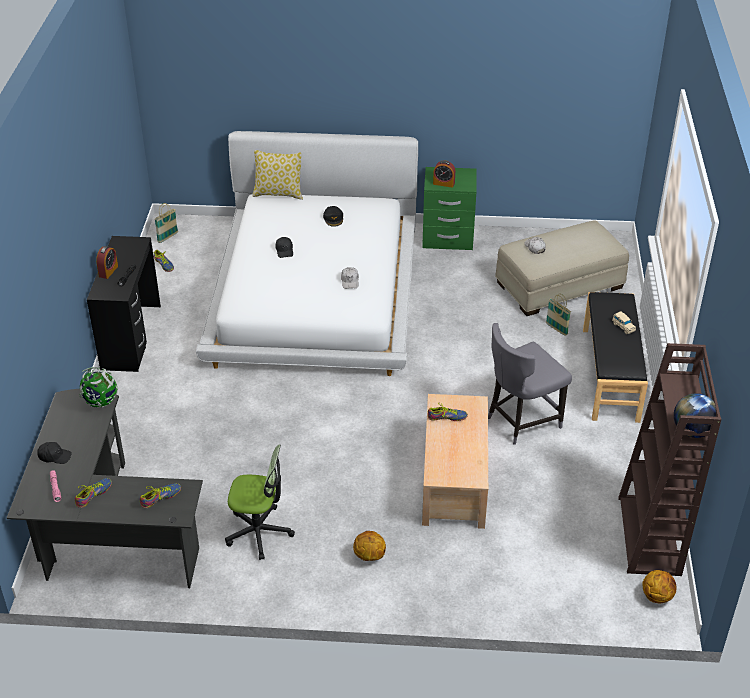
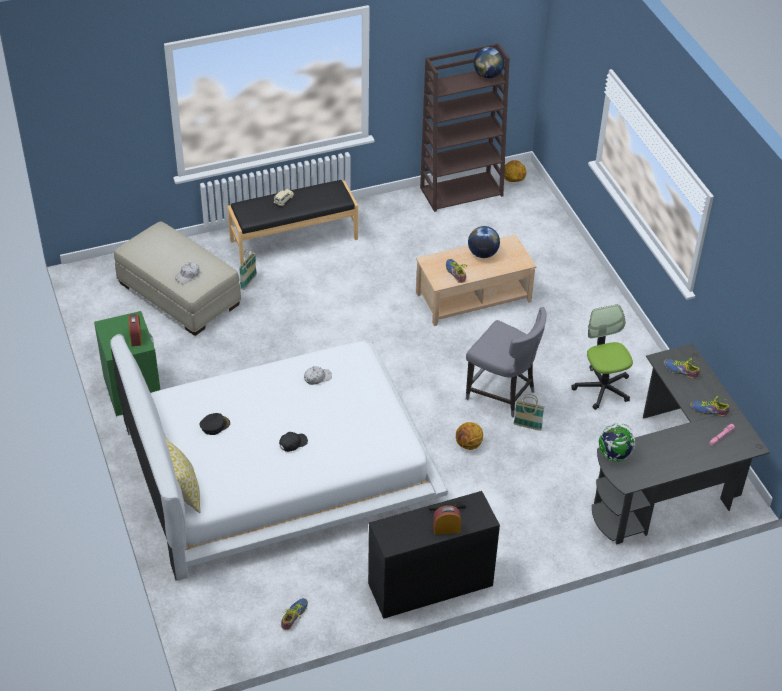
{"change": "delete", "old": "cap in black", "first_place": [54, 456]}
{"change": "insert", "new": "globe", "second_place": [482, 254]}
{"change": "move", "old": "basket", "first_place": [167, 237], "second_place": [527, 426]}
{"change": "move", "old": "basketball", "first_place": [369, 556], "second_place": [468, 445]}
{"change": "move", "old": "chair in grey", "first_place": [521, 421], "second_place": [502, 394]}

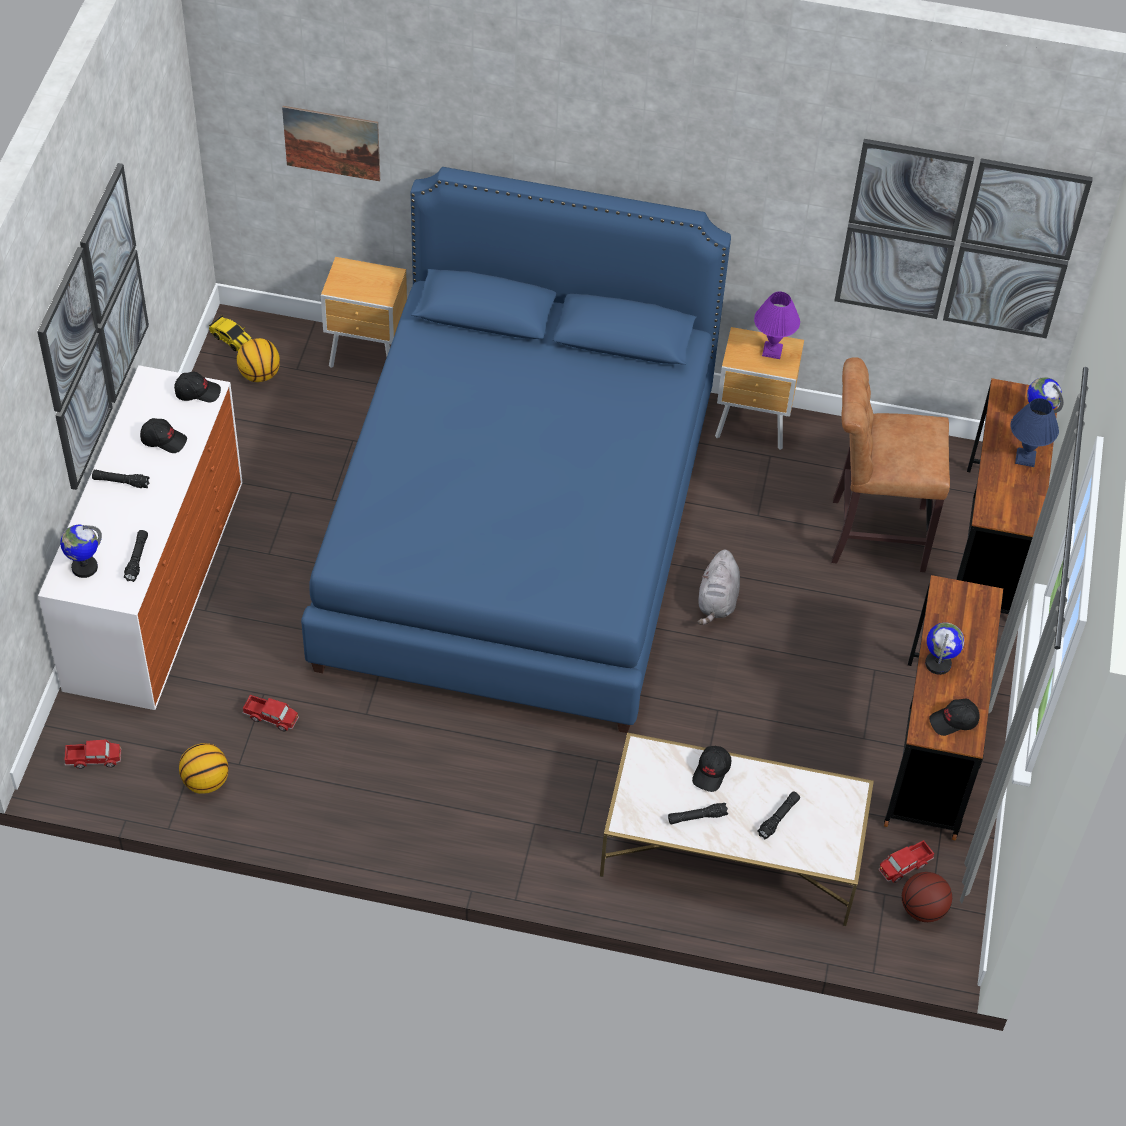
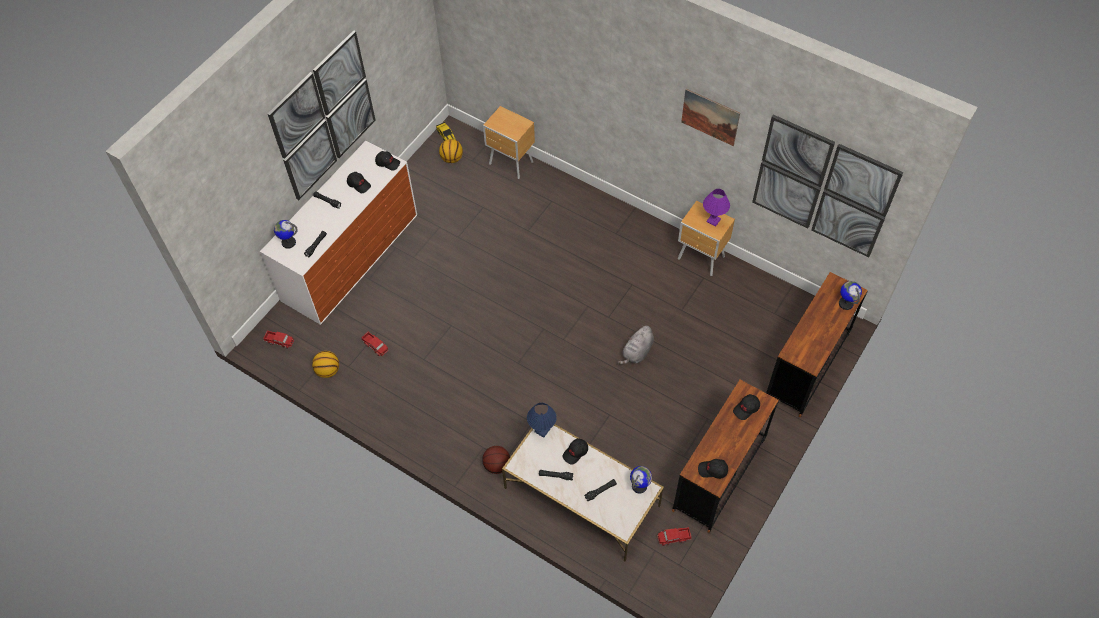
{"change": "delete", "old": "bed in blue", "first_place": [518, 529]}
{"change": "delete", "old": "stool in brown", "first_place": [871, 534]}
{"change": "insert", "new": "cap in black", "second_place": [746, 409]}
{"change": "move", "old": "picture", "first_place": [332, 143], "second_place": [710, 117]}
{"change": "move", "old": "basketball", "first_place": [923, 909], "second_place": [497, 465]}
{"change": "move", "old": "globe", "first_place": [938, 663], "second_place": [639, 486]}
{"change": "move", "old": "table lamp in blue", "first_place": [1026, 458], "second_place": [542, 430]}

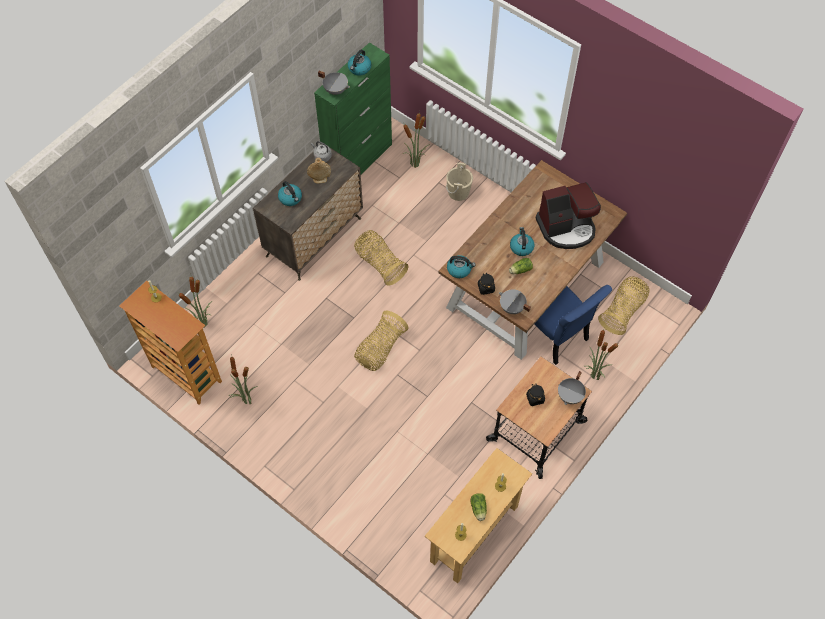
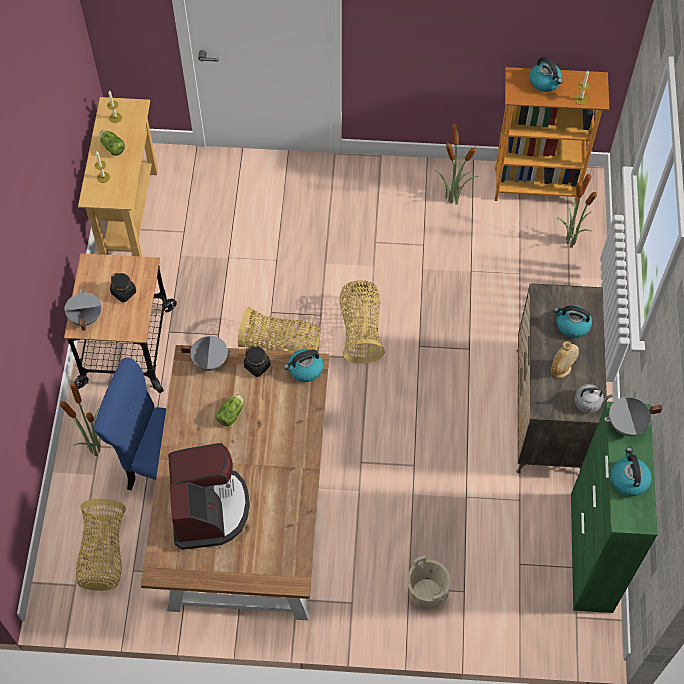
{"change": "delete", "old": "potted plant", "first_place": [415, 165]}
{"change": "move", "old": "basket", "first_place": [380, 264], "second_place": [281, 346]}
{"change": "move", "old": "kettle", "first_place": [521, 247], "second_place": [545, 82]}
{"change": "rotate", "old": "coffee machine", "first_place": [566, 228], "second_place": [208, 509], "degrees": 135}

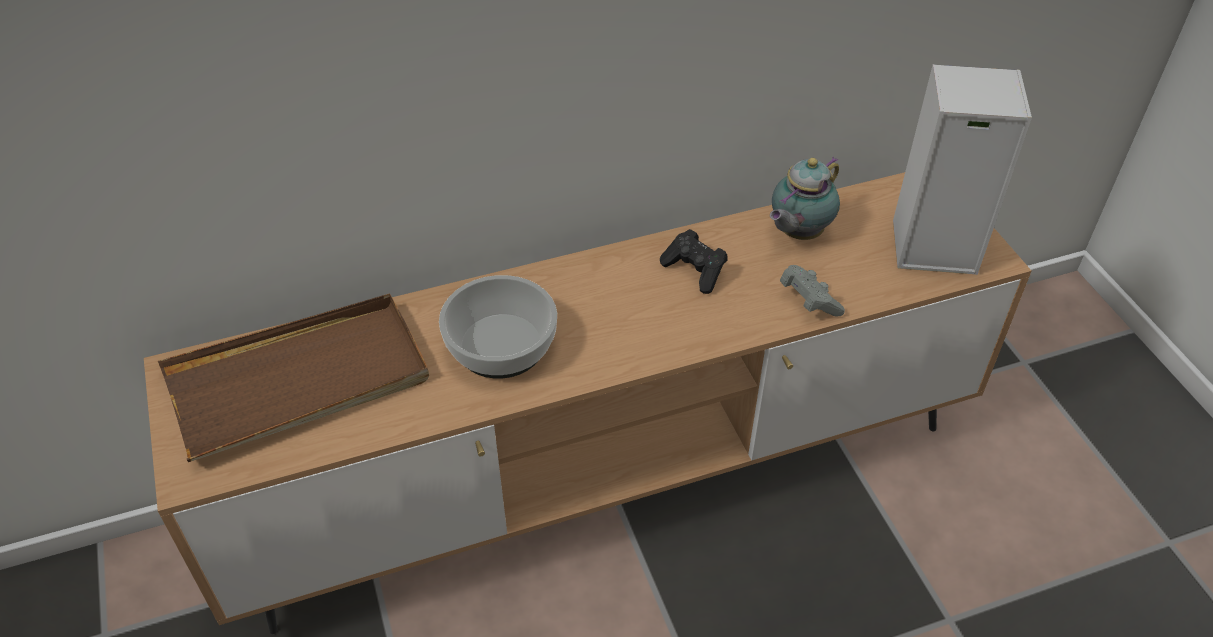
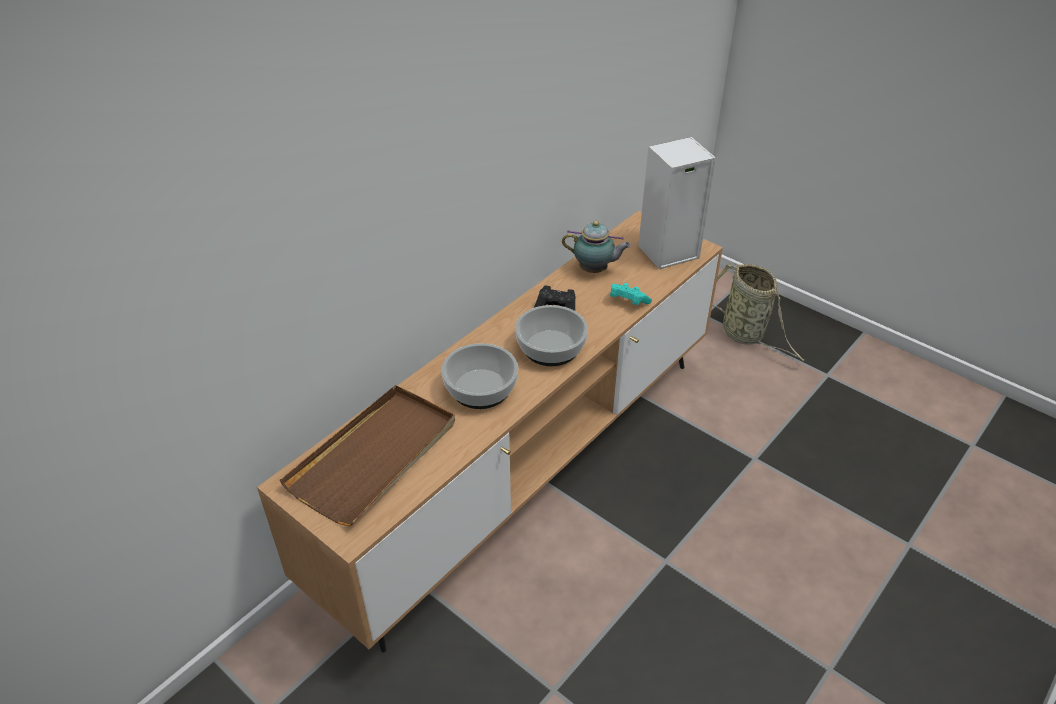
{"change": "insert", "new": "bowl", "second_place": [551, 347]}
{"change": "insert", "new": "basket", "second_place": [745, 335]}
{"change": "recolor", "old": "game controller in grey", "new": "game controller in turquoise", "first_place": [808, 301], "second_place": [627, 302]}
{"change": "rotate", "old": "teapot", "first_place": [797, 233], "second_place": [595, 270], "degrees": -90}

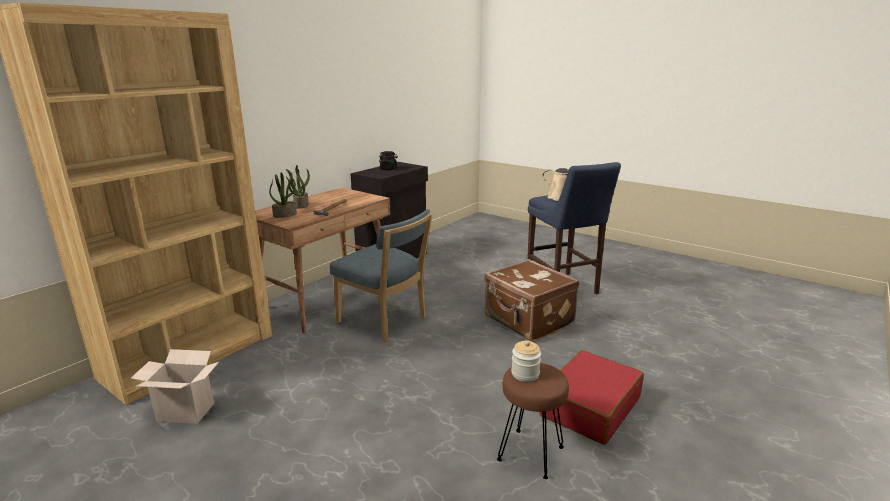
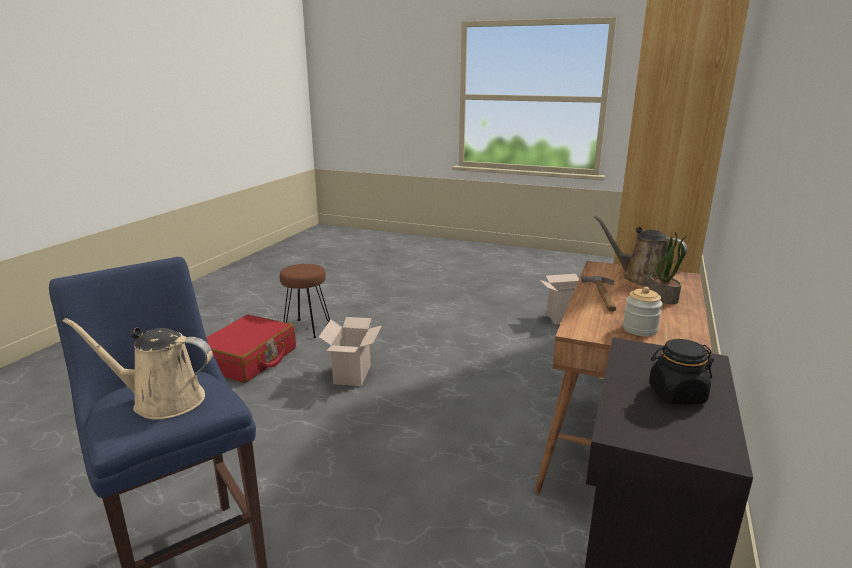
{"change": "delete", "old": "chair in blue", "first_place": [385, 321]}
{"change": "delete", "old": "suitcase in brown", "first_place": [528, 321]}
{"change": "insert", "new": "cardboard box", "second_place": [353, 375]}
{"change": "move", "old": "jar", "first_place": [525, 374], "second_place": [639, 329]}
{"change": "replace", "old": "potted plant", "new": "watering can in brown", "first_place": [285, 215], "second_place": [640, 278]}

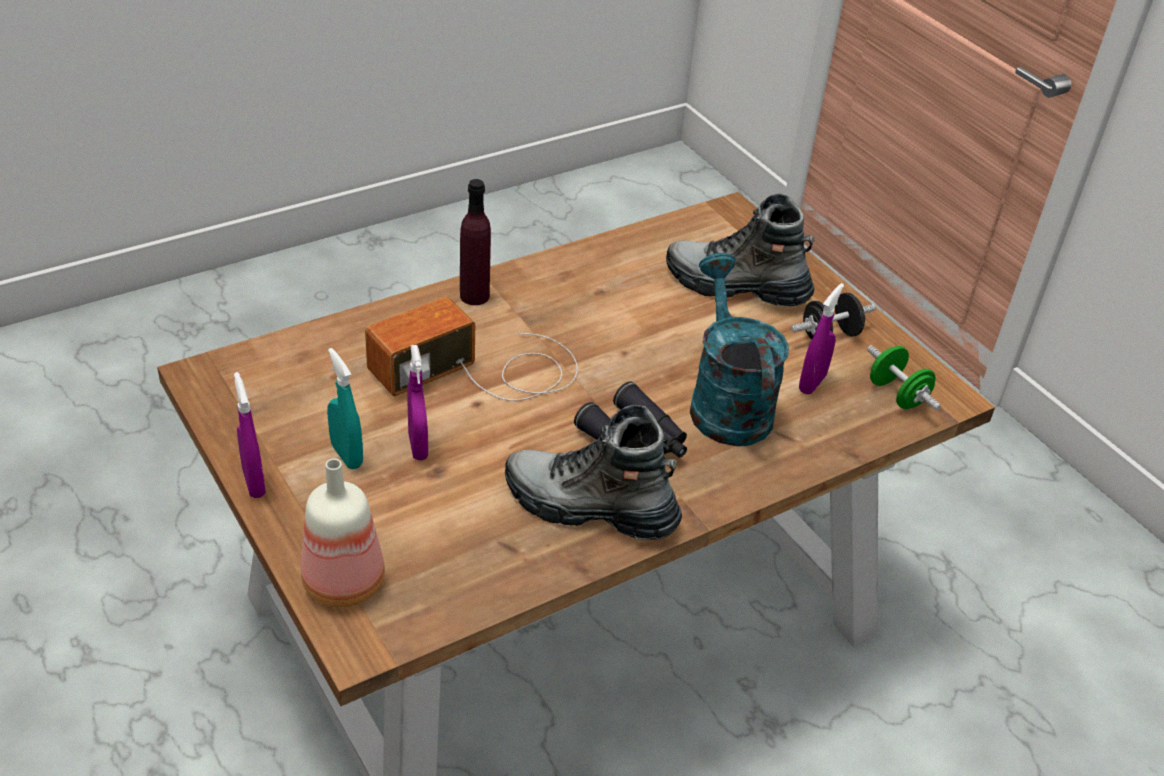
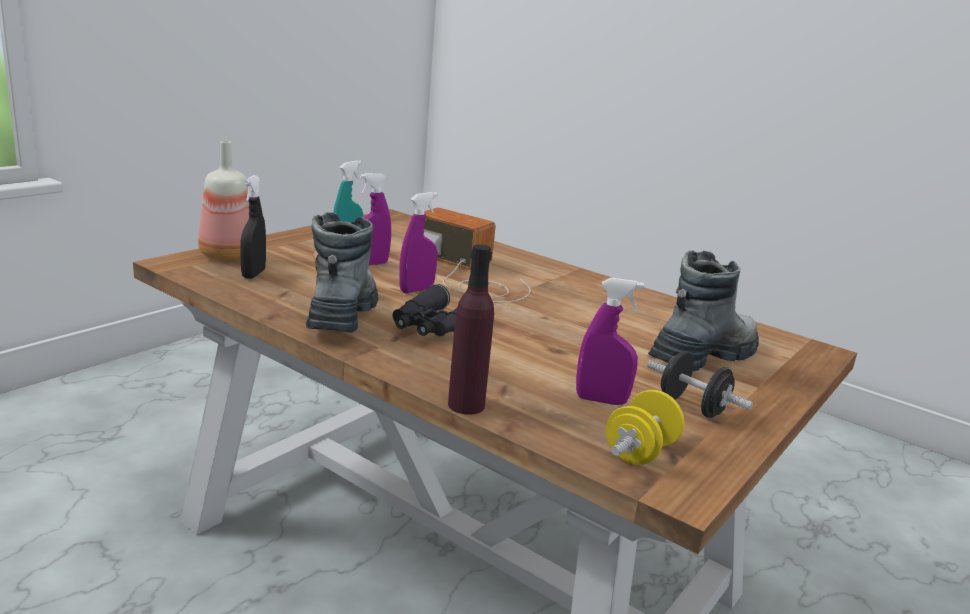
{"change": "delete", "old": "watering can in turquoise", "first_place": [726, 402]}
{"change": "insert", "new": "spray bottle in black", "second_place": [253, 274]}
{"change": "move", "old": "spray bottle in purple", "first_place": [254, 482], "second_place": [416, 290]}
{"change": "move", "old": "bottle in purple", "first_place": [474, 296], "second_place": [466, 405]}
{"change": "recolor", "old": "dumbbell in green", "new": "dumbbell in yellow", "first_place": [897, 395], "second_place": [640, 452]}
{"change": "rotate", "old": "boot", "first_place": [736, 286], "second_place": [703, 357], "degrees": 45}

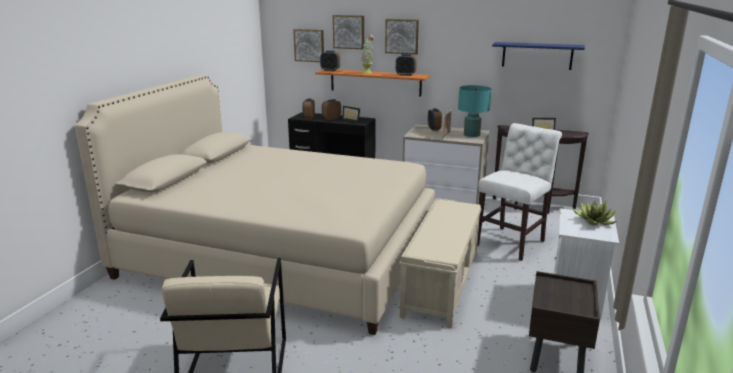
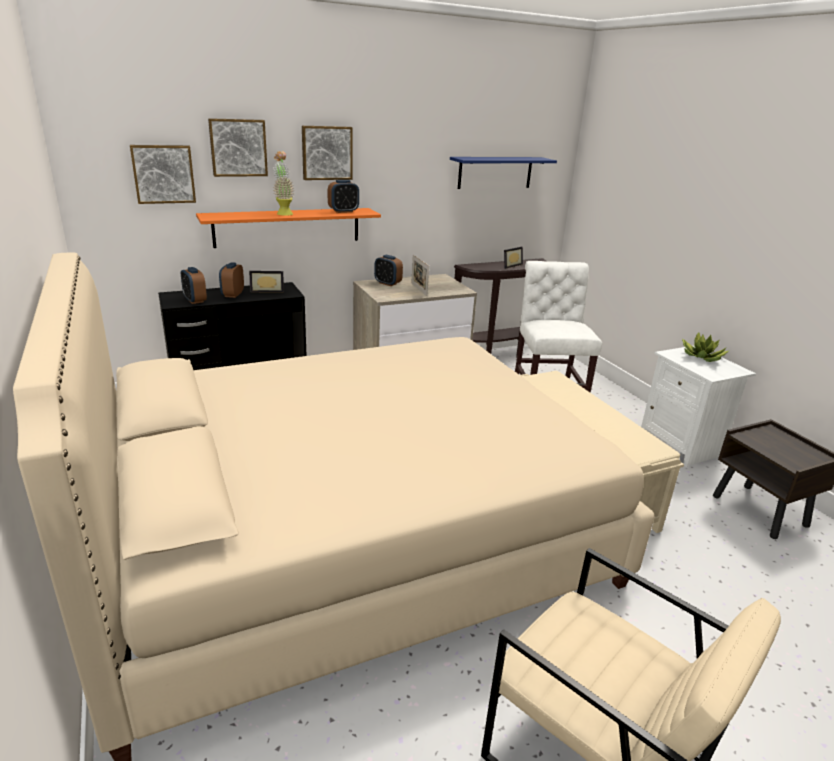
{"change": "delete", "old": "alarm clock", "first_place": [330, 70]}
{"change": "delete", "old": "table lamp in turquoise", "first_place": [471, 134]}

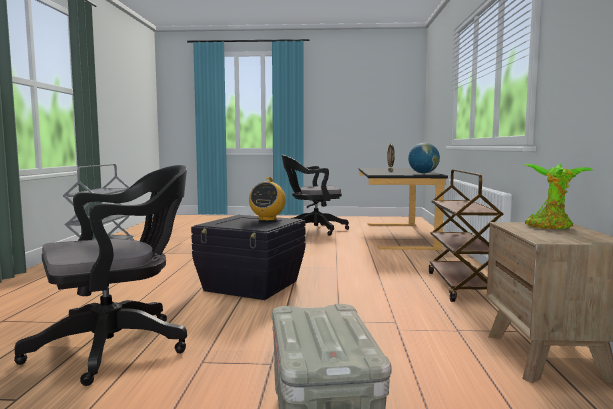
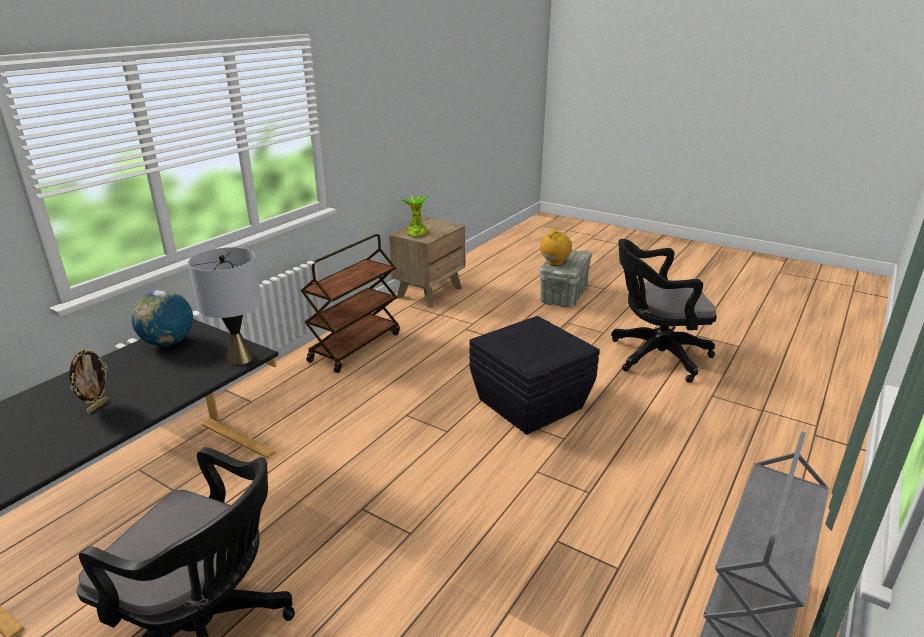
{"change": "insert", "new": "table lamp in grey", "second_place": [239, 358]}
{"change": "move", "old": "radio", "first_place": [267, 219], "second_place": [554, 262]}

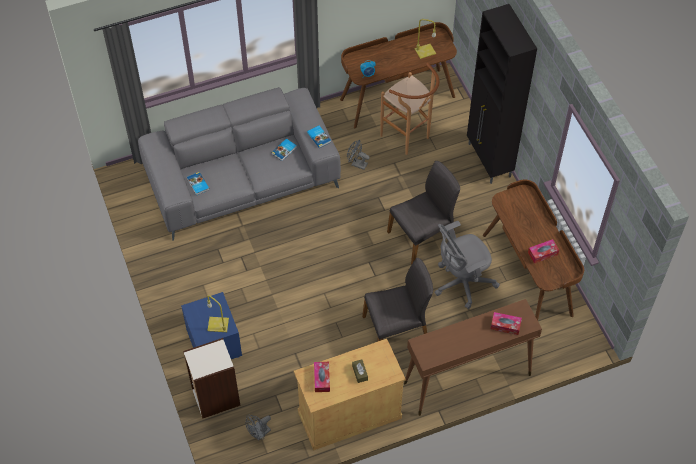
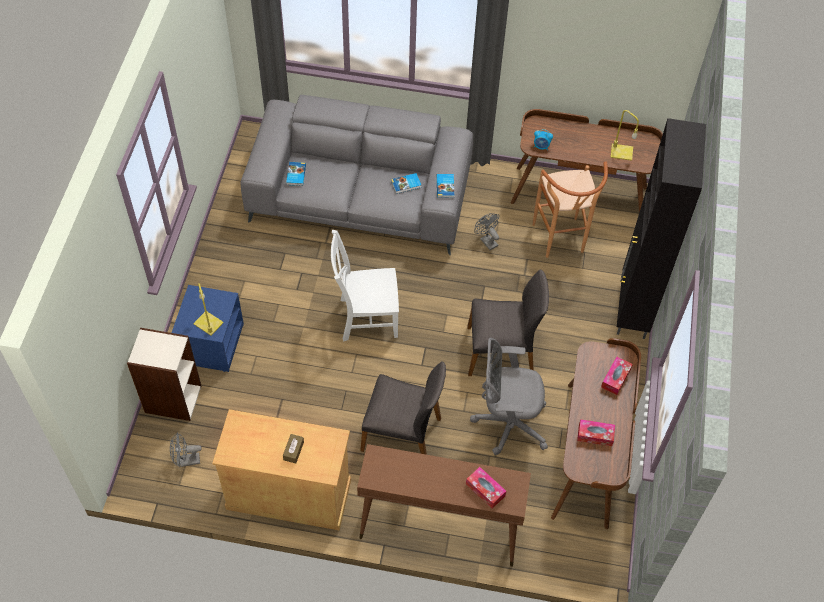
{"change": "insert", "new": "chair in white", "second_place": [365, 318]}
{"change": "move", "old": "tissue box", "first_place": [322, 379], "second_place": [615, 378]}

